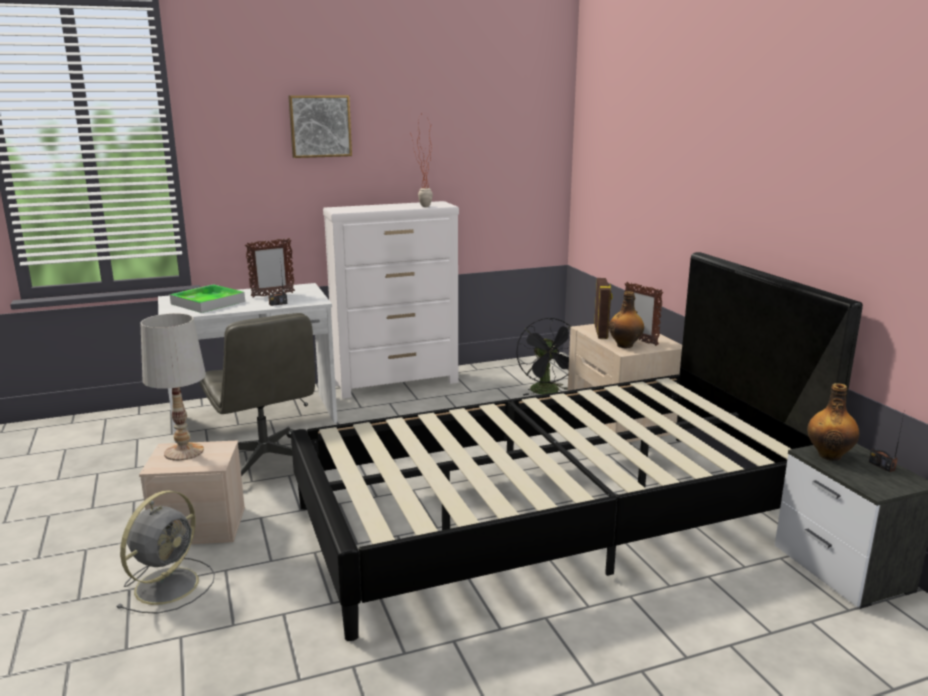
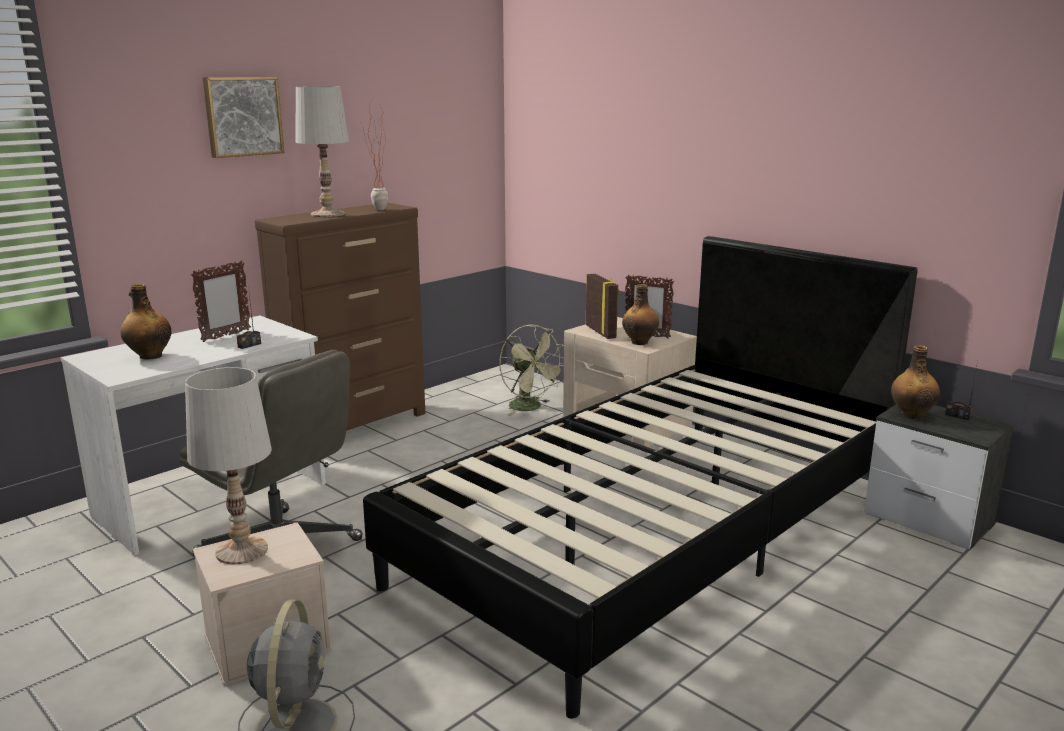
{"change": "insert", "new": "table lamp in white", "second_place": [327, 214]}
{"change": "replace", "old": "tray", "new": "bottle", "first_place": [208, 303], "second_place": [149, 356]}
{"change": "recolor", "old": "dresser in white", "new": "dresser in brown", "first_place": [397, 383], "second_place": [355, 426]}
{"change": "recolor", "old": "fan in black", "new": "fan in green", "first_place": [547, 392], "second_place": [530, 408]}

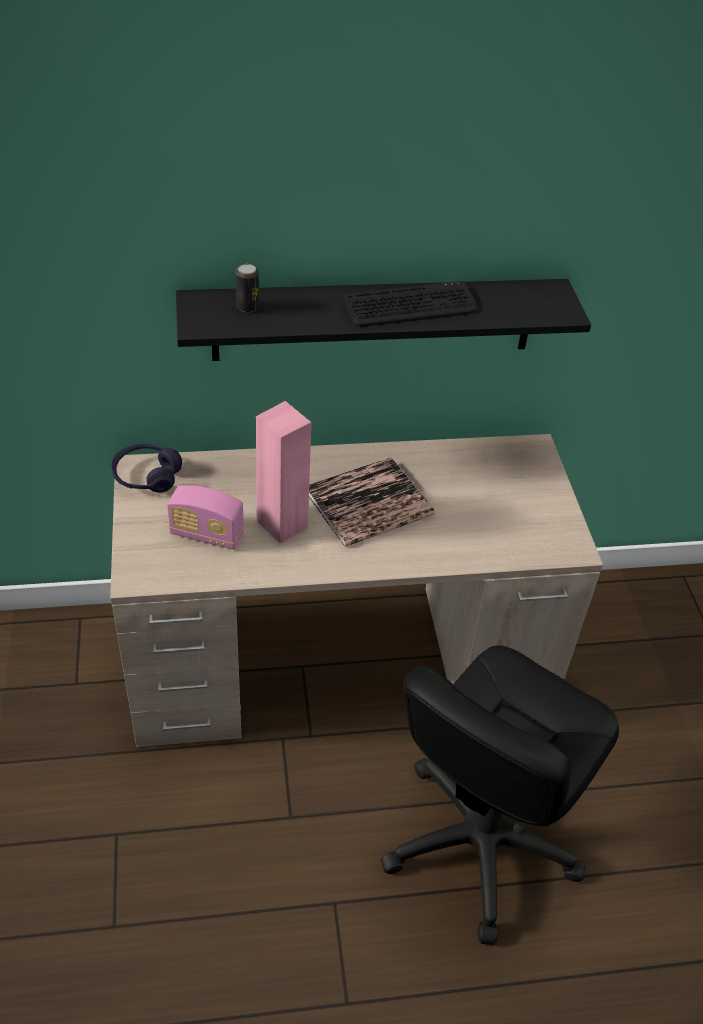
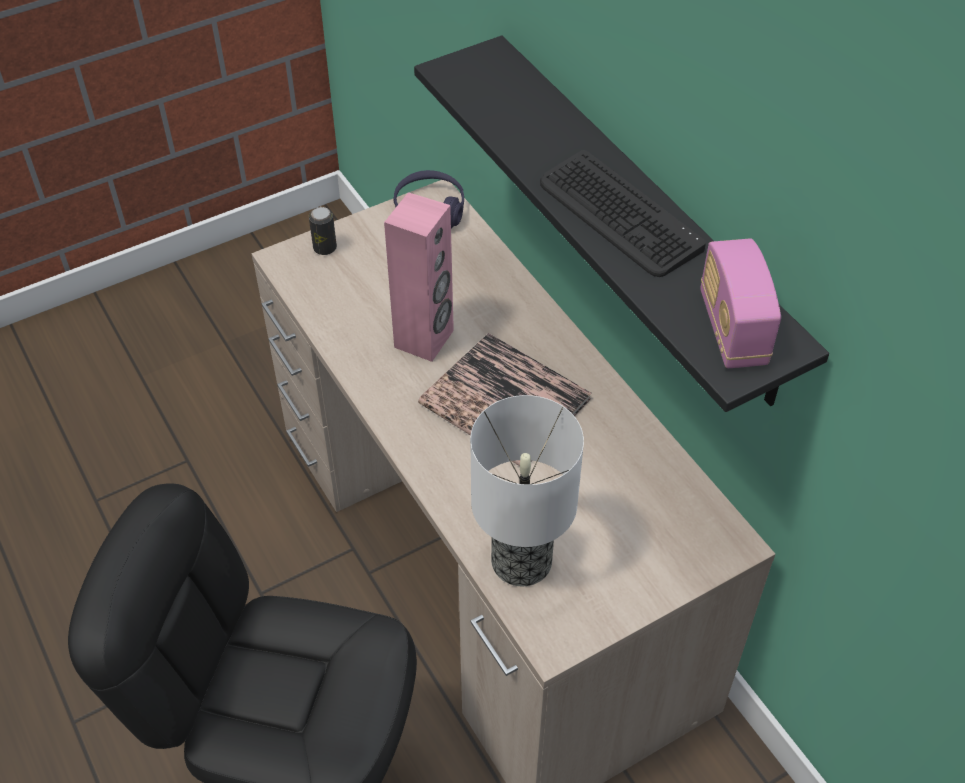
{"change": "insert", "new": "table lamp", "second_place": [521, 563]}
{"change": "move", "old": "radio", "first_place": [207, 534], "second_place": [732, 329]}
{"change": "move", "old": "can", "first_place": [248, 307], "second_place": [325, 248]}

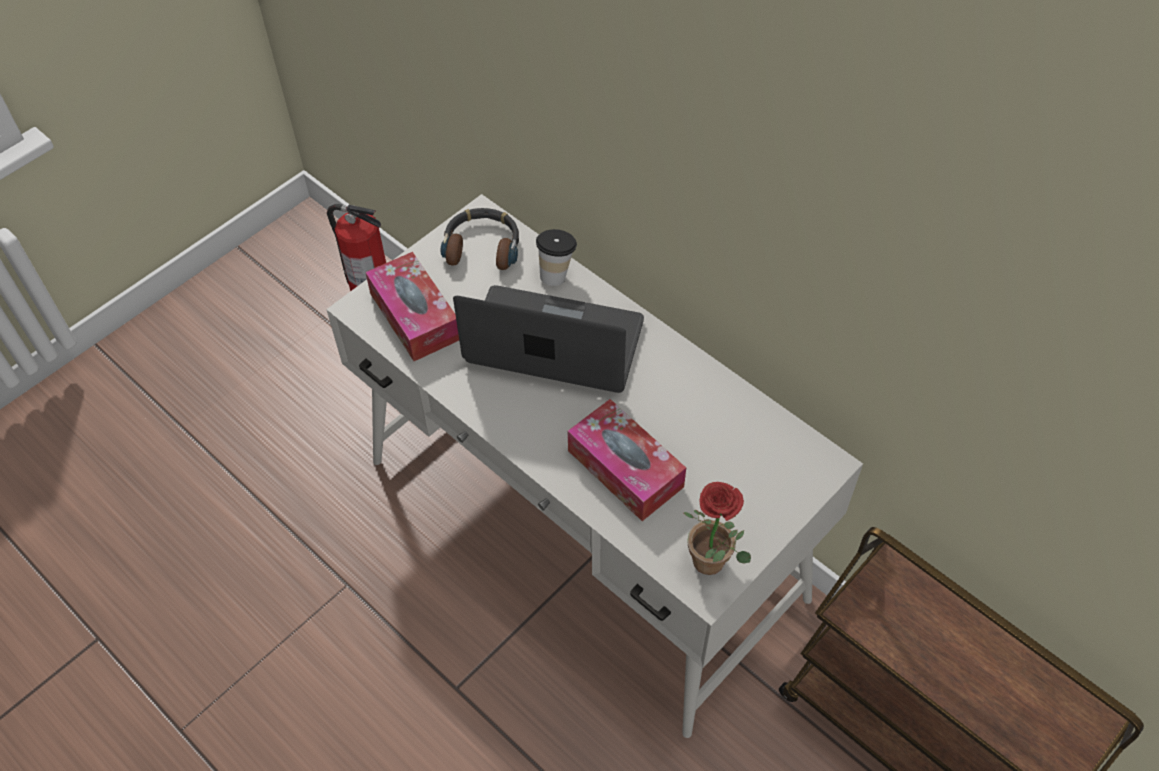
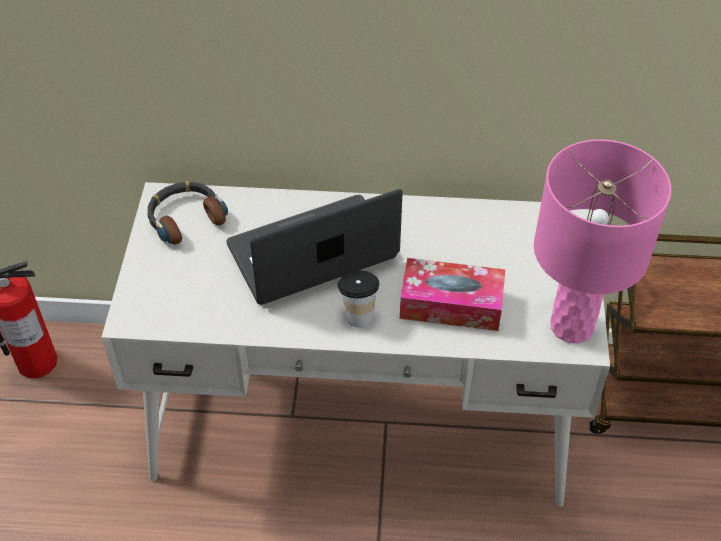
{"change": "delete", "old": "tissue box", "first_place": [415, 316]}
{"change": "move", "old": "cup", "first_place": [556, 273], "second_place": [358, 314]}
{"change": "replace", "old": "potted plant", "new": "table lamp in pink", "first_place": [714, 565], "second_place": [572, 326]}

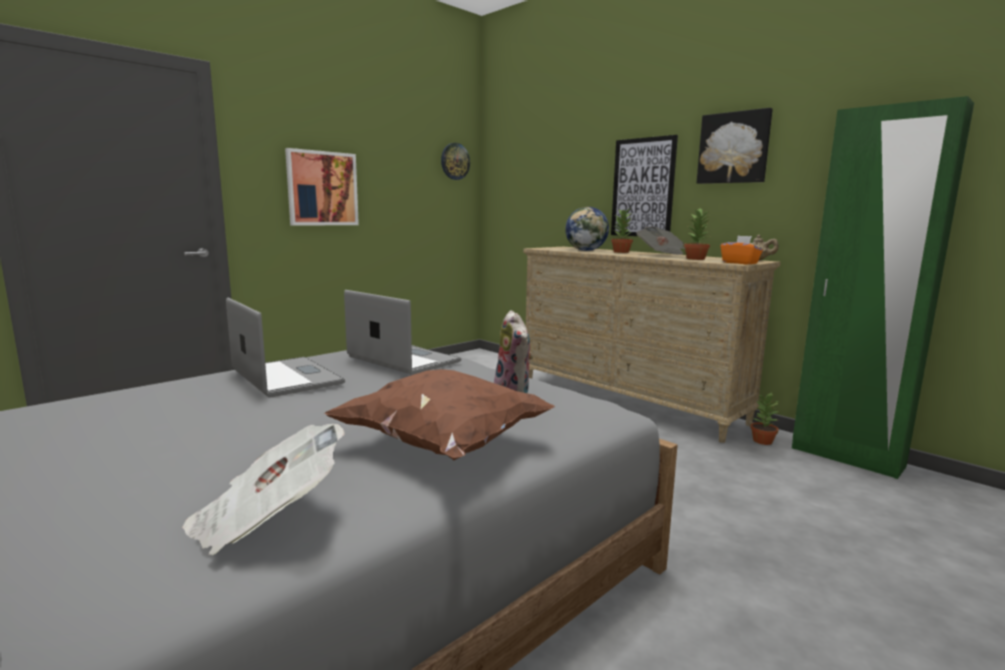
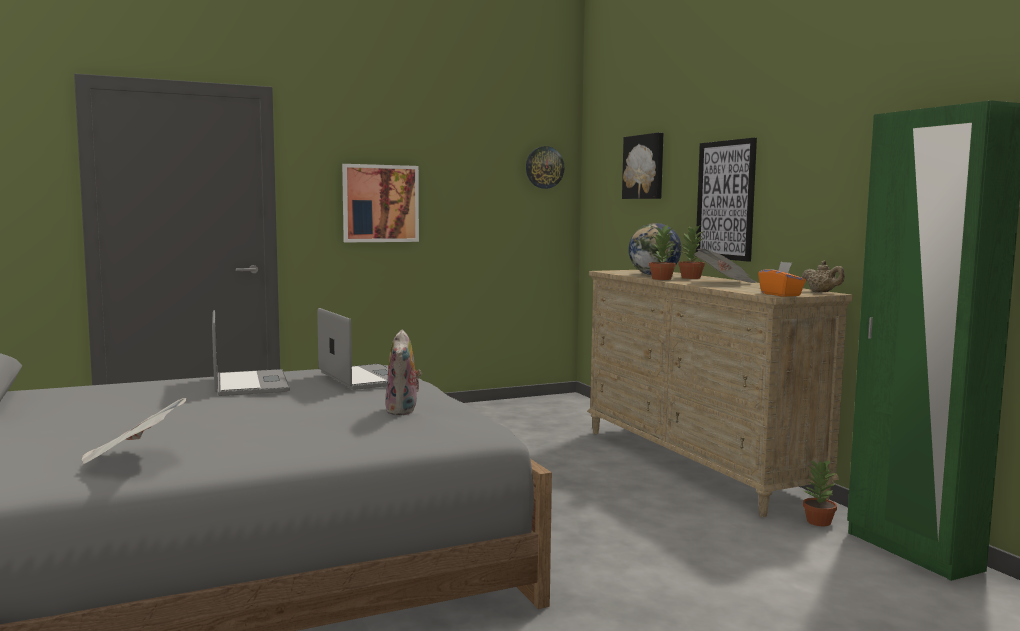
{"change": "delete", "old": "pillow in brown", "first_place": [445, 445]}
{"change": "move", "old": "potted plant", "first_place": [696, 259], "second_place": [662, 279]}
{"change": "move", "old": "picture", "first_place": [734, 148], "second_place": [644, 167]}

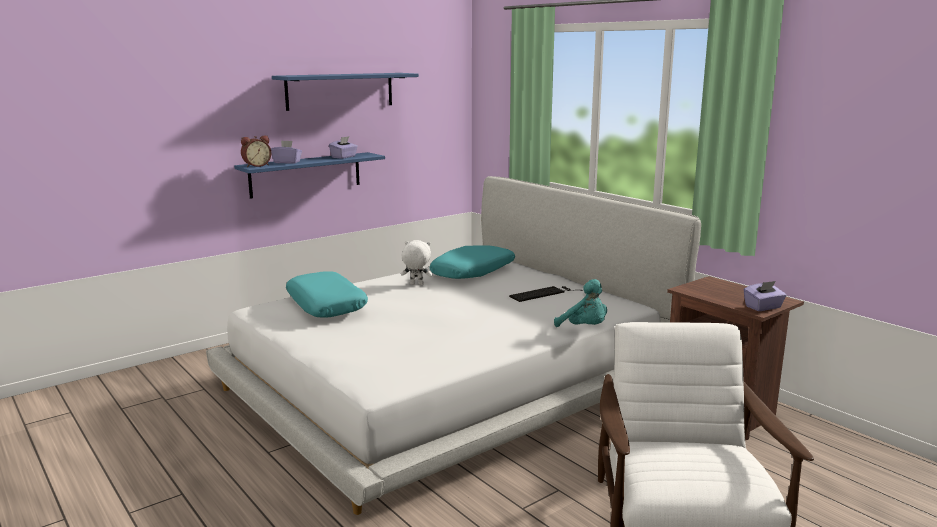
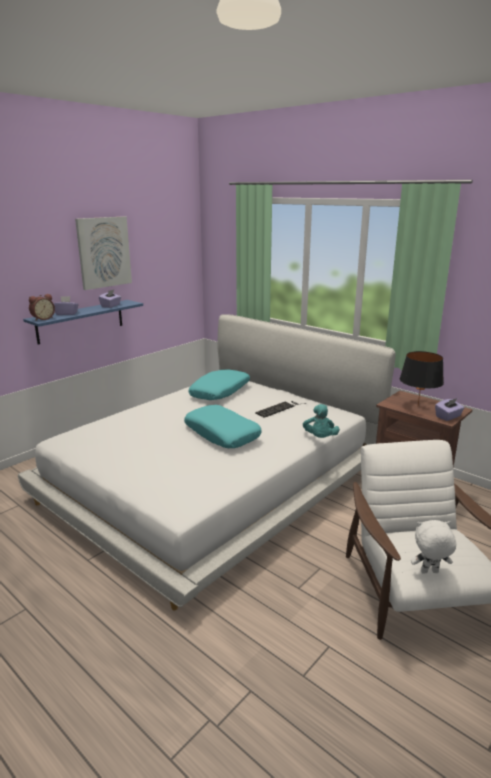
{"change": "insert", "new": "table lamp in black", "second_place": [417, 406]}
{"change": "move", "old": "pillow in turquoise", "first_place": [327, 305], "second_place": [222, 434]}
{"change": "move", "old": "plush toy in white", "first_place": [416, 284], "second_place": [429, 572]}
{"change": "replace", "old": "shelf in blue", "new": "picture", "first_place": [340, 91], "second_place": [104, 252]}
{"change": "rotate", "old": "plush toy in turquoise", "first_place": [584, 328], "second_place": [320, 438], "degrees": 60}

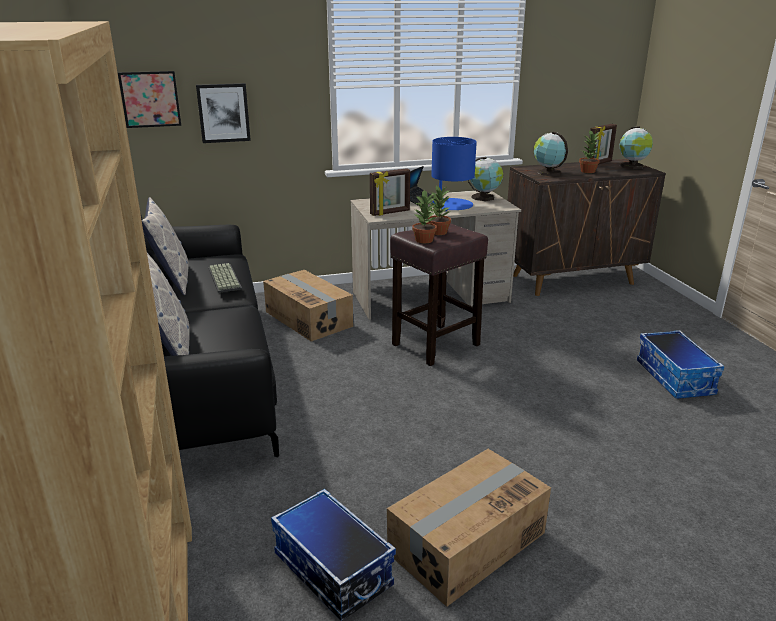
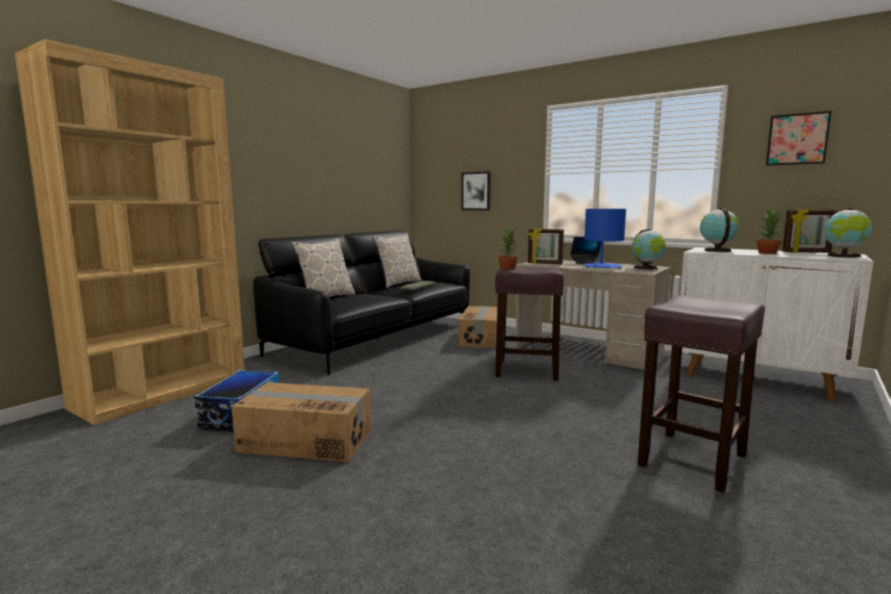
{"change": "delete", "old": "potted plant", "first_place": [438, 232]}
{"change": "move", "old": "picture", "first_place": [150, 99], "second_place": [797, 139]}
{"change": "replace", "old": "storage box", "new": "stool in brown", "first_place": [675, 378], "second_place": [692, 461]}
{"change": "recolor", "old": "cabinet in brown", "new": "cabinet in white", "first_place": [573, 279], "second_place": [759, 379]}

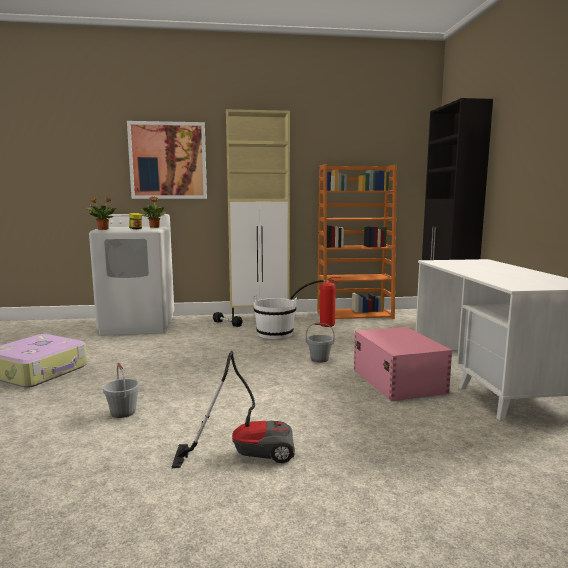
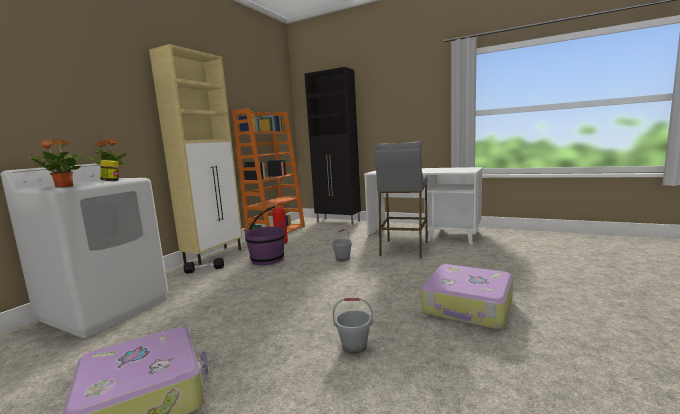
{"change": "delete", "old": "picture", "first_place": [168, 161]}
{"change": "replace", "old": "vacuum cleaner", "new": "suitcase", "first_place": [246, 451], "second_place": [468, 307]}
{"change": "replace", "old": "storage box in pink", "new": "stool in grey", "first_place": [398, 380], "second_place": [403, 249]}
{"change": "recolor", "old": "bucket in white", "new": "bucket in purple", "first_place": [275, 334], "second_place": [267, 259]}

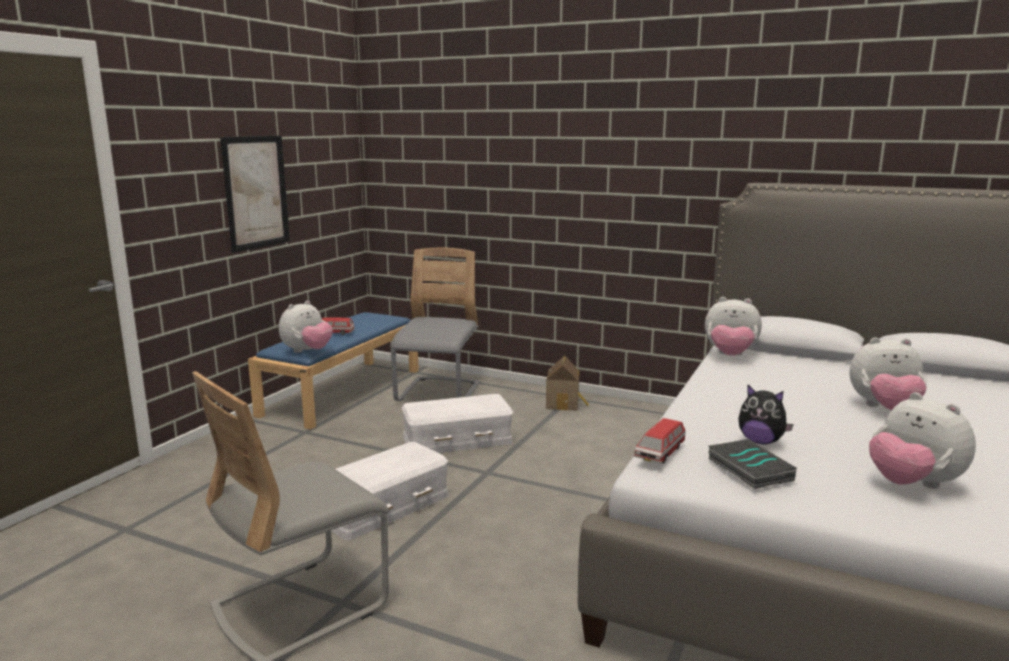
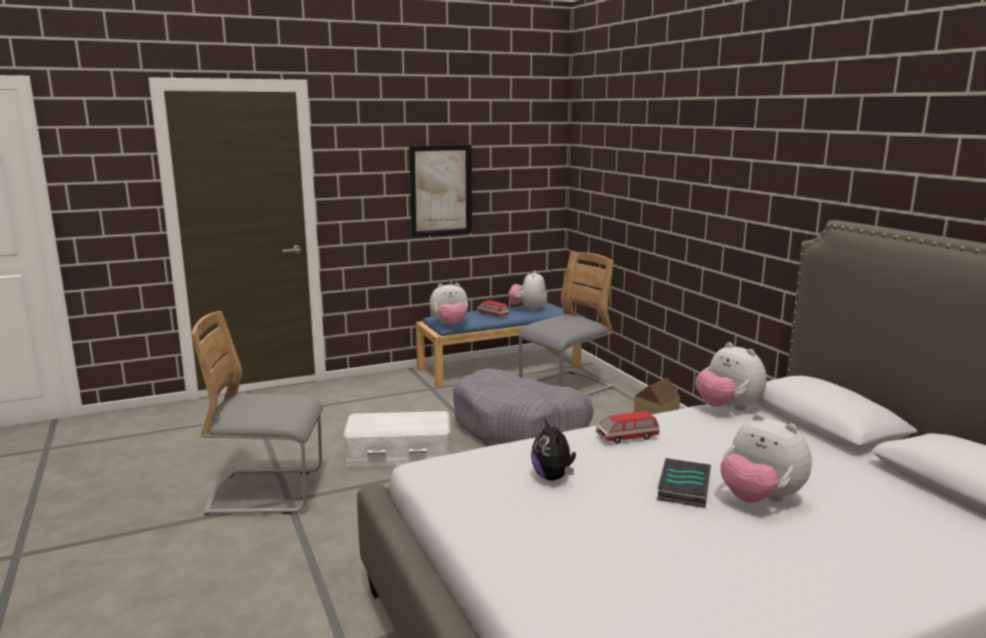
{"change": "move", "old": "toy car", "first_place": [659, 453], "second_place": [627, 437]}
{"change": "move", "old": "book", "first_place": [748, 469], "second_place": [682, 487]}
{"change": "move", "old": "plush toy", "first_place": [913, 484], "second_place": [528, 309]}
{"change": "replace", "old": "storage box in white", "new": "dog bed in grey", "first_place": [457, 440], "second_place": [520, 426]}

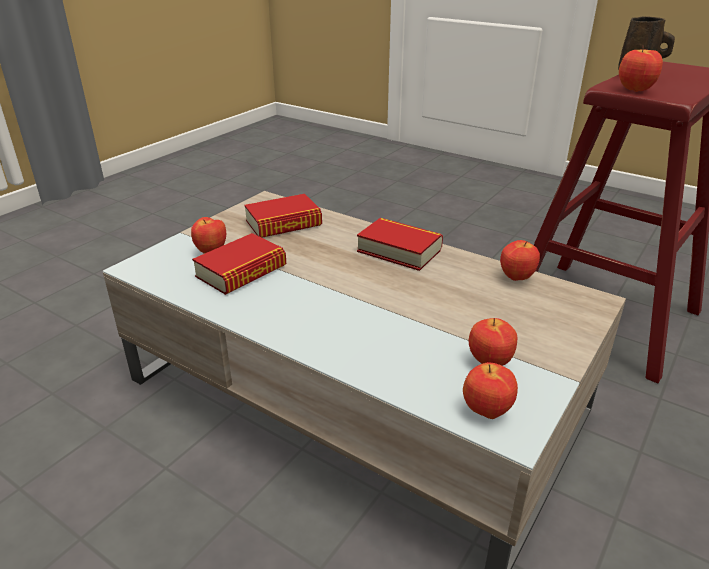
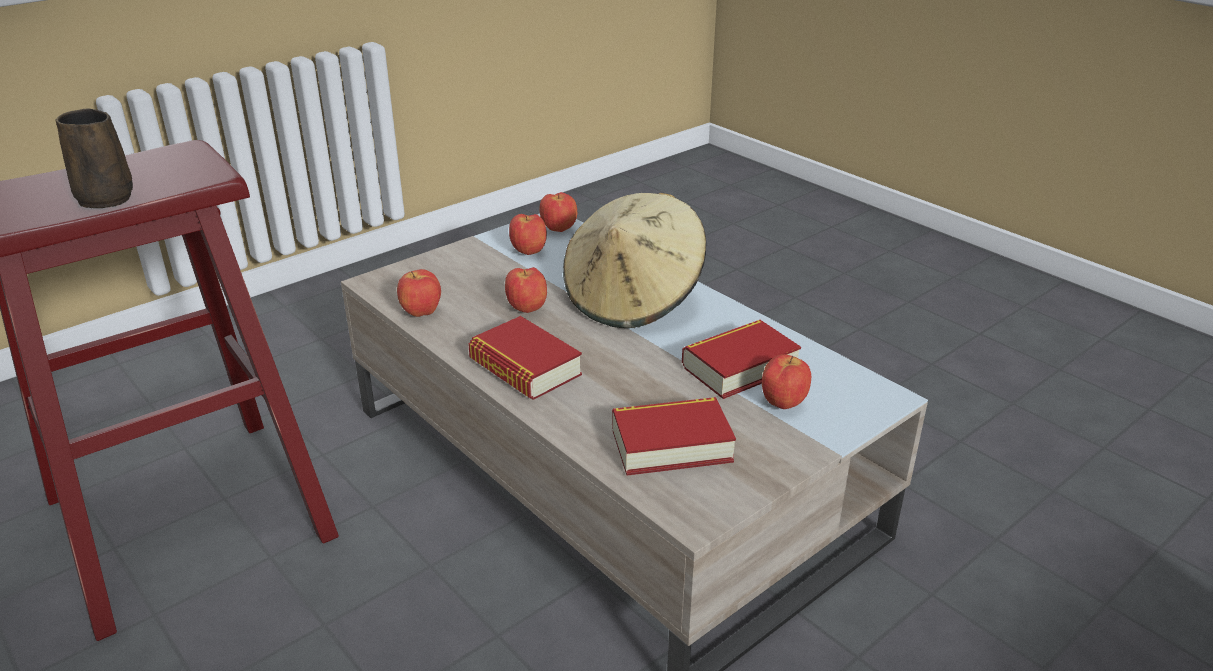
{"change": "insert", "new": "hat in beige", "second_place": [633, 299]}
{"change": "move", "old": "apple", "first_place": [634, 90], "second_place": [527, 309]}

